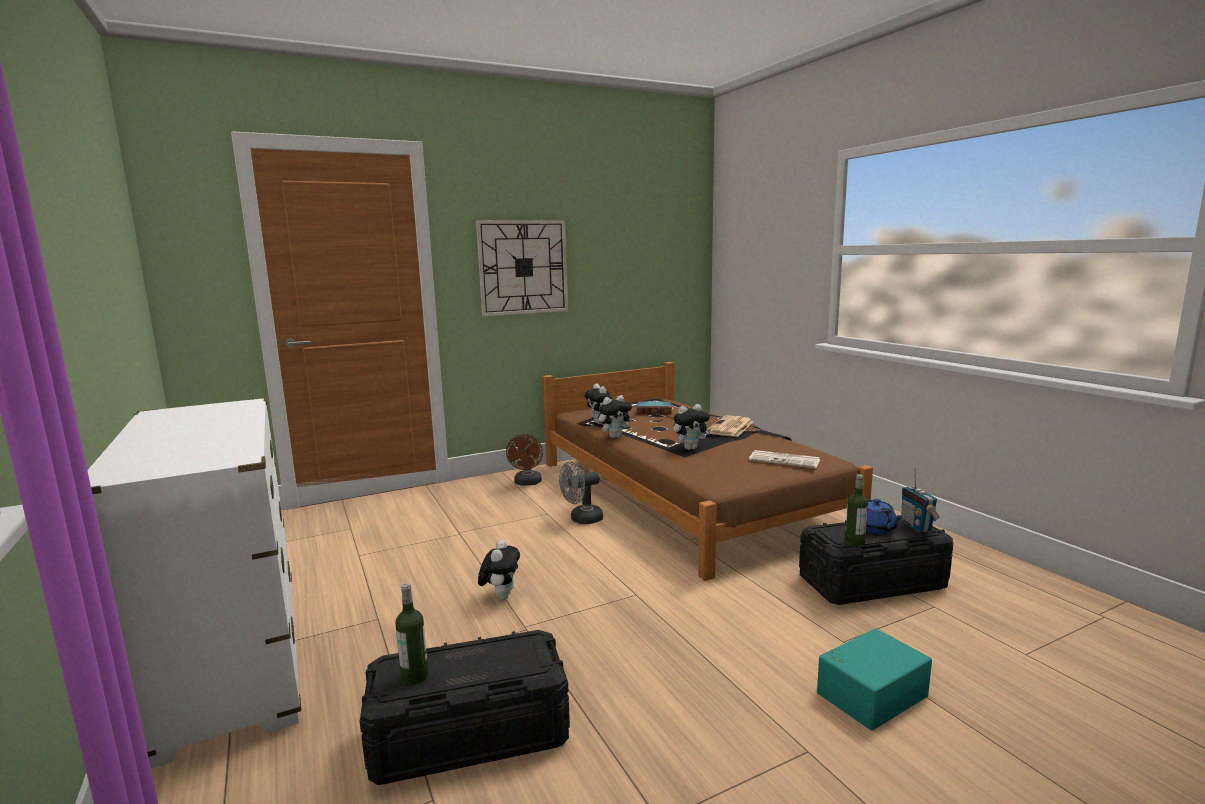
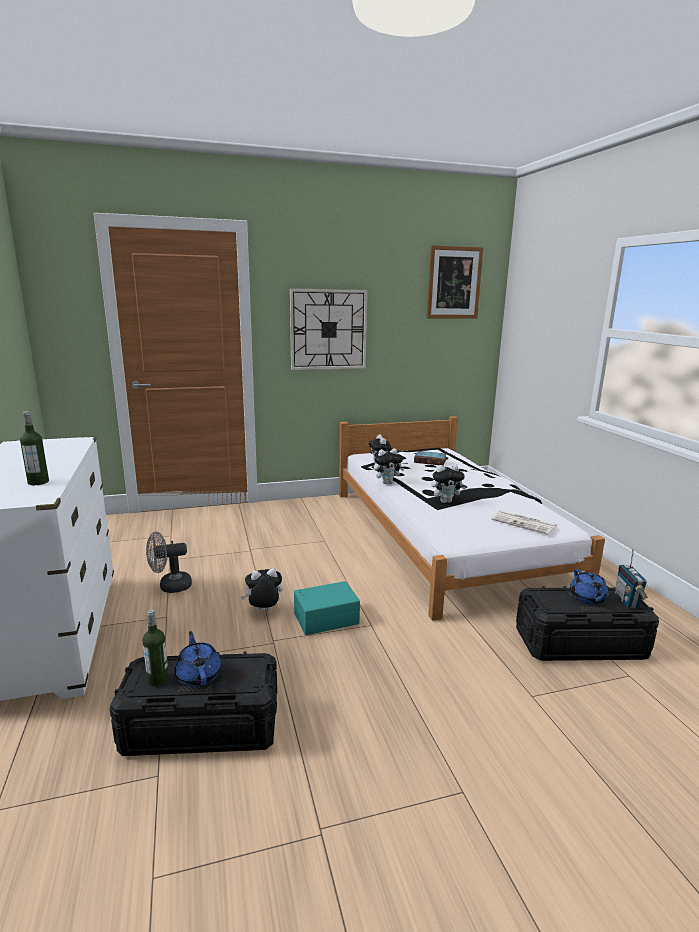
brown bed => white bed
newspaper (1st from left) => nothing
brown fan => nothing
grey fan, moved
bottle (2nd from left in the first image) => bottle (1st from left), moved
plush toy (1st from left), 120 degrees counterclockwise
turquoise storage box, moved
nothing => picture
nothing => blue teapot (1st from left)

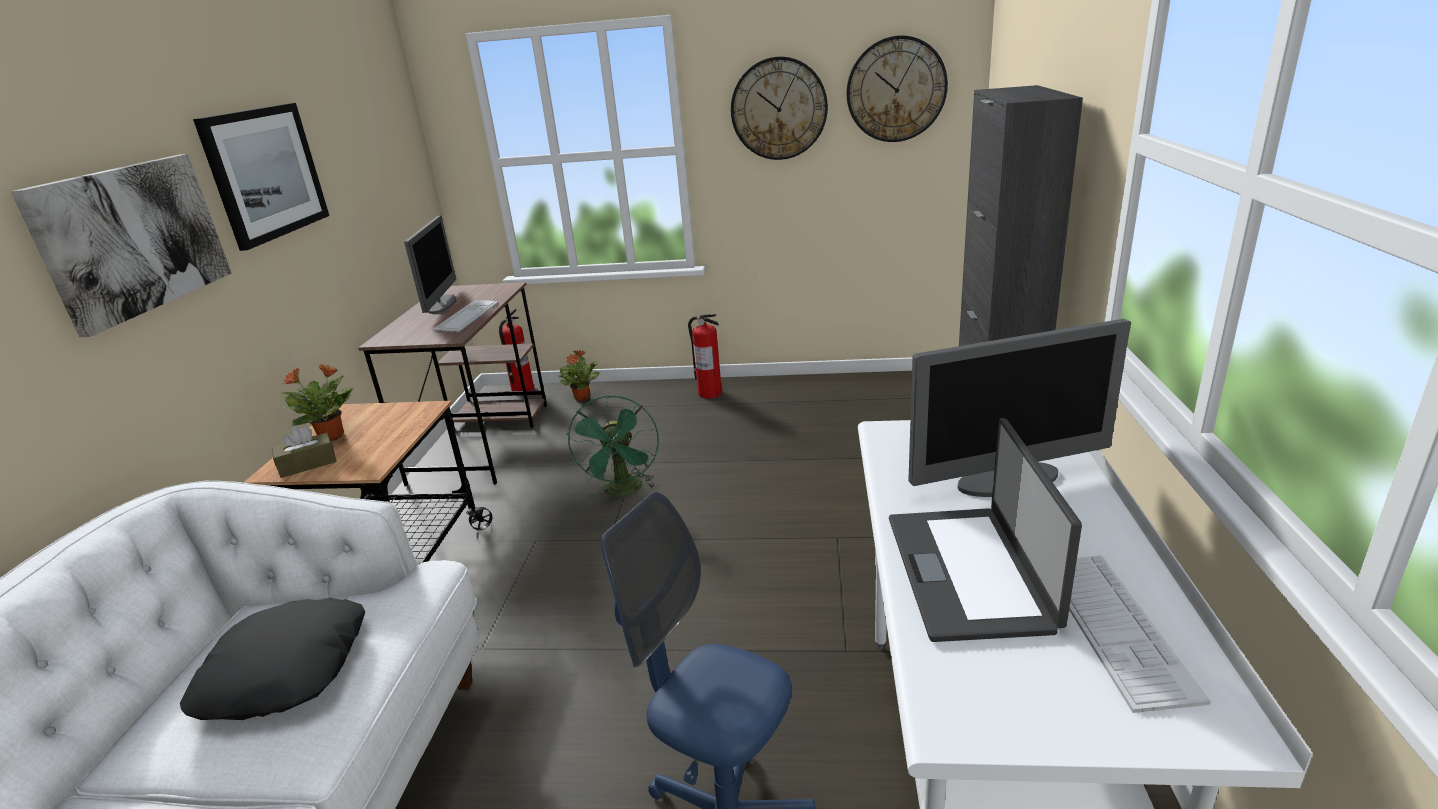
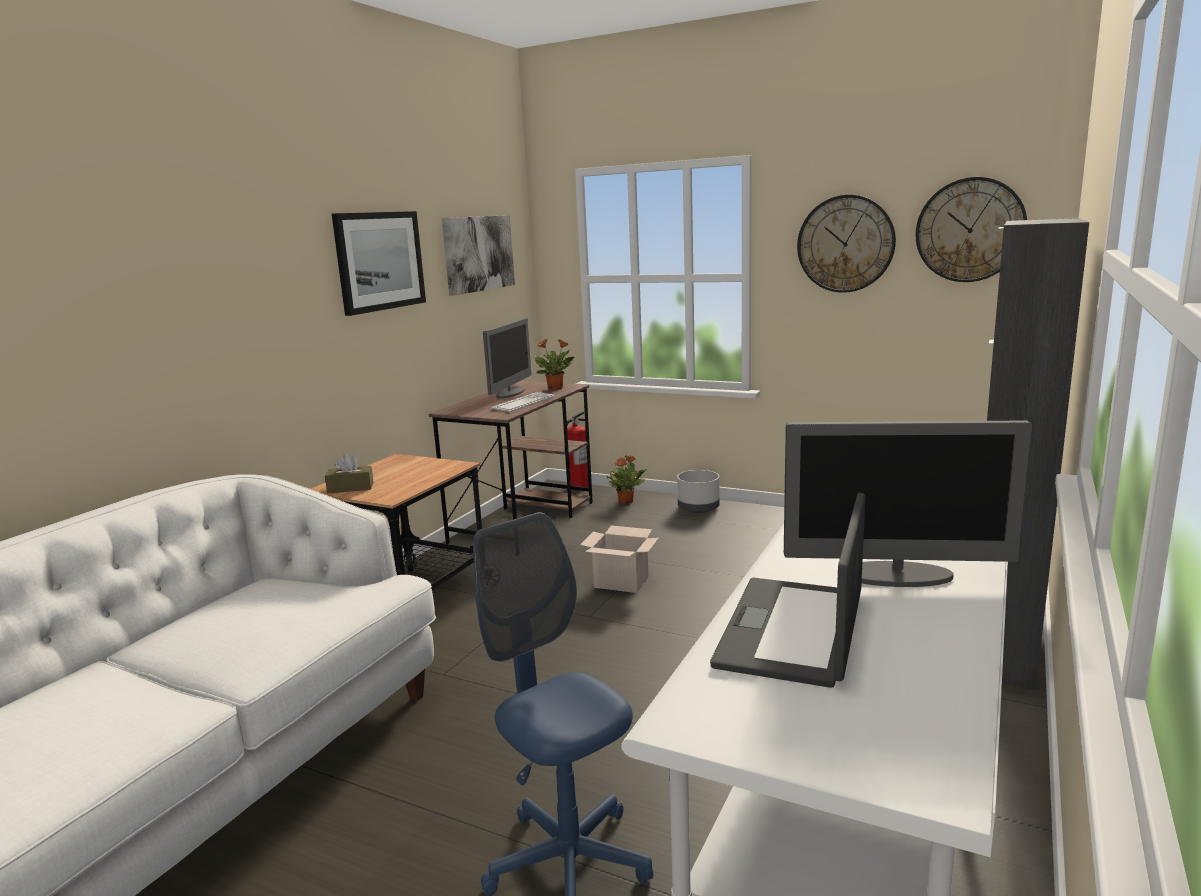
picture (1st from left in the first image) => picture (2nd from left), moved
fire extinguisher (2nd from left) => nothing
potted plant (1st from left), moved
green fan => cardboard box
keyboard (2nd from left) => nothing
black pillow => nothing
nothing => grey planter

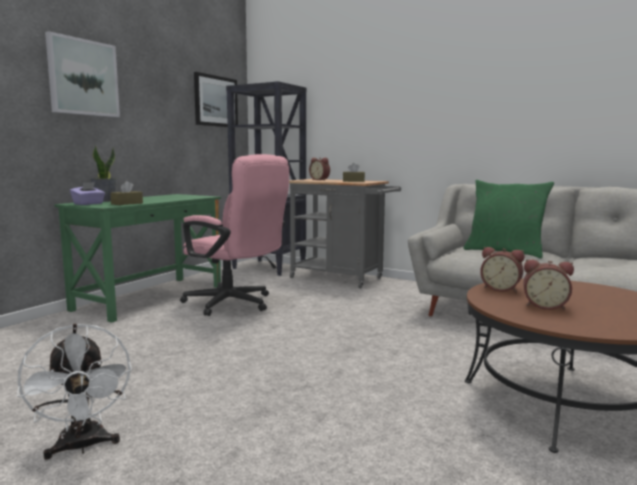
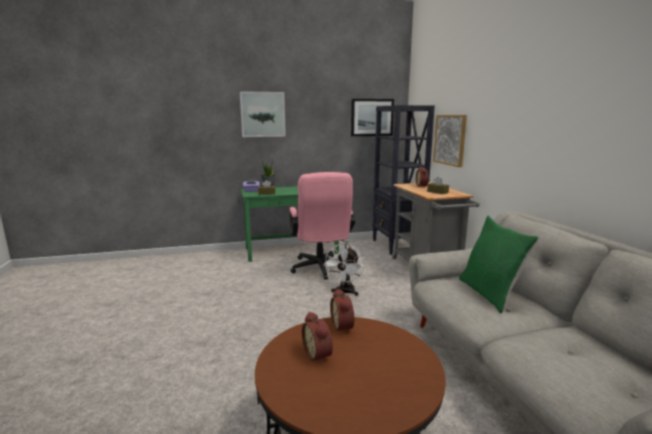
white fan, moved
nothing => picture (3rd from left)

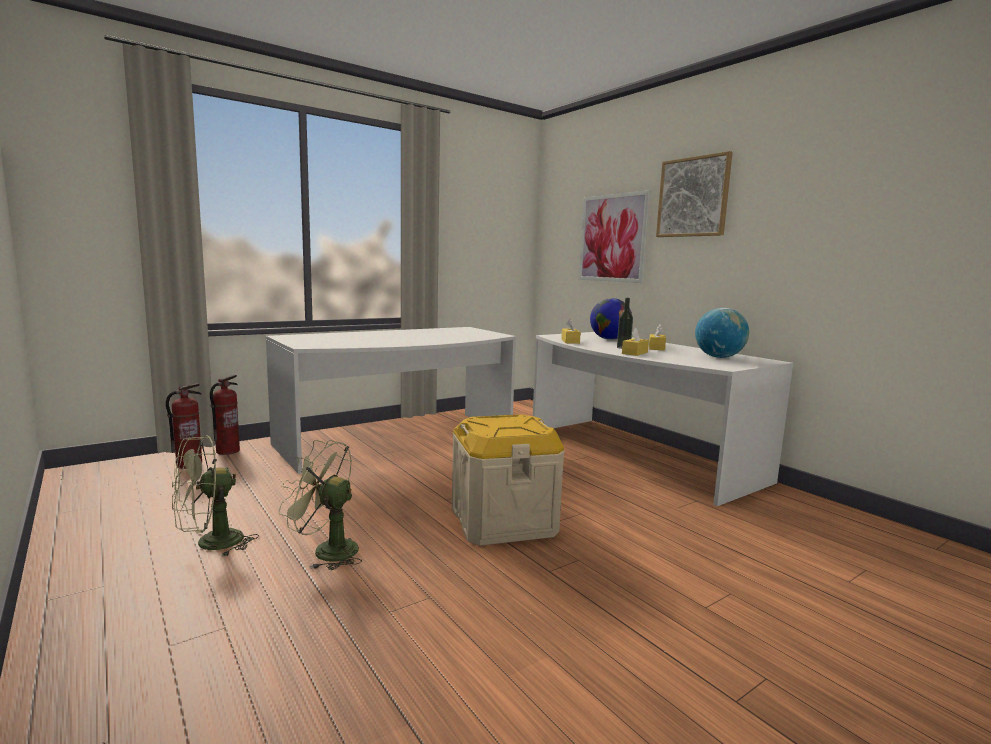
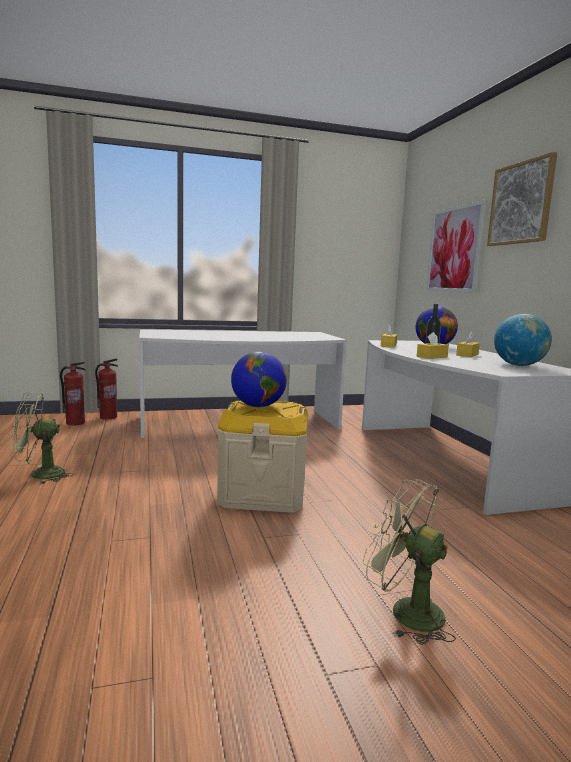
green fan (2nd from left), moved
nothing => globe (1st from left)

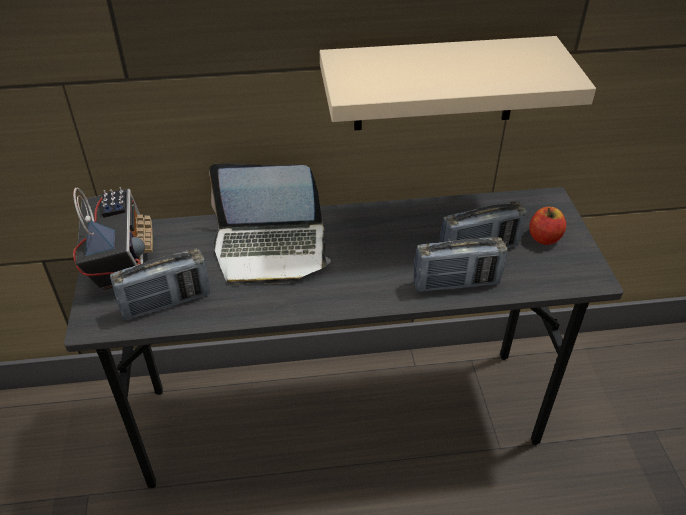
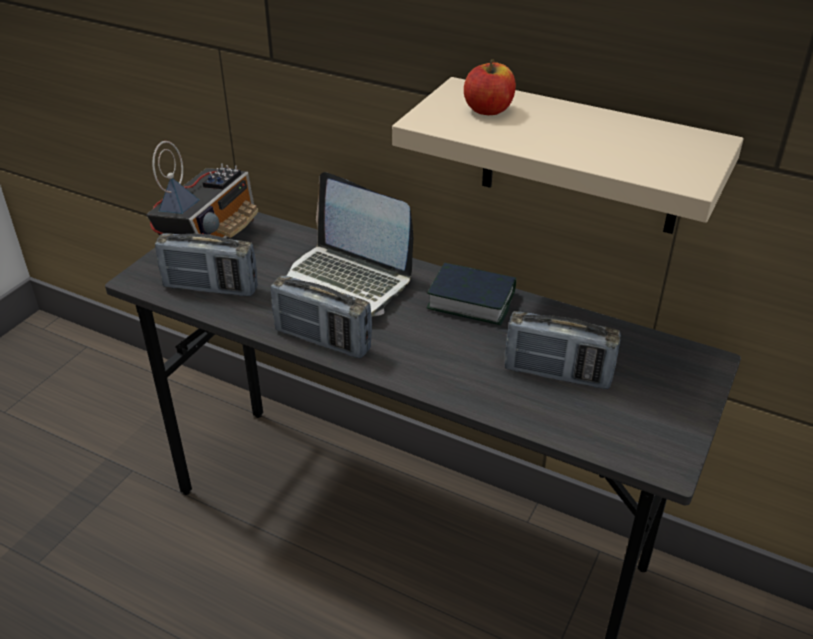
apple, moved
radio (3rd from left), moved
nothing => book

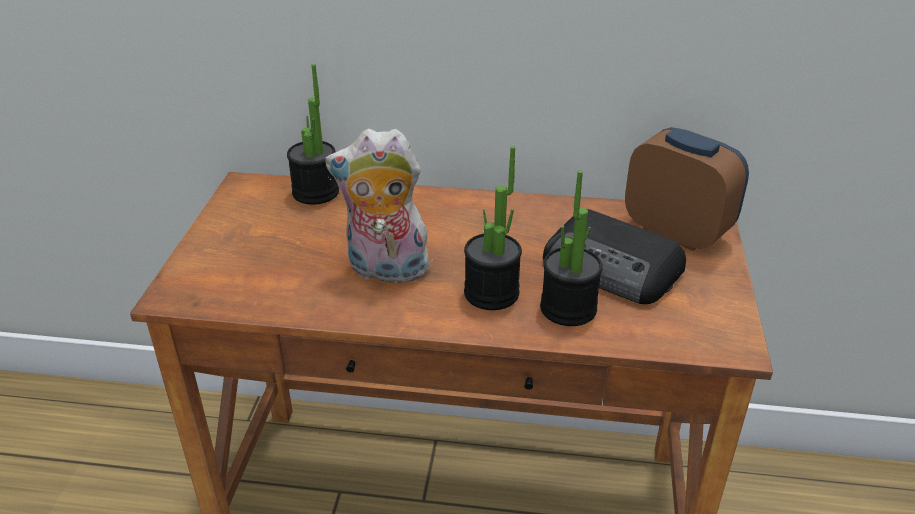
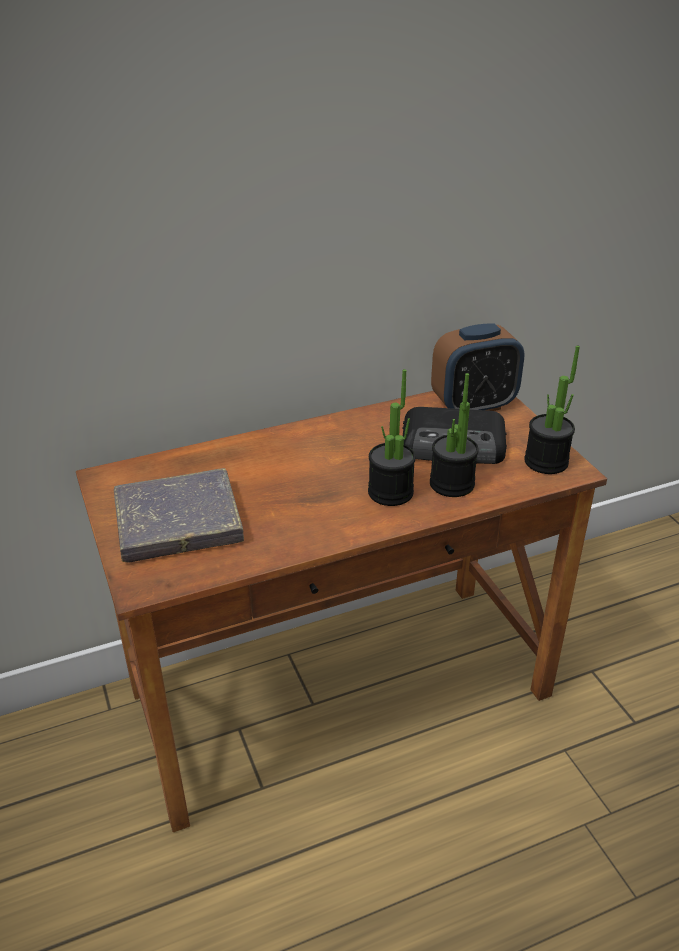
potted plant (1st from left in the first image) => potted plant (3rd from left), moved
alarm clock, 150 degrees clockwise
plush toy => nothing
nothing => grey book

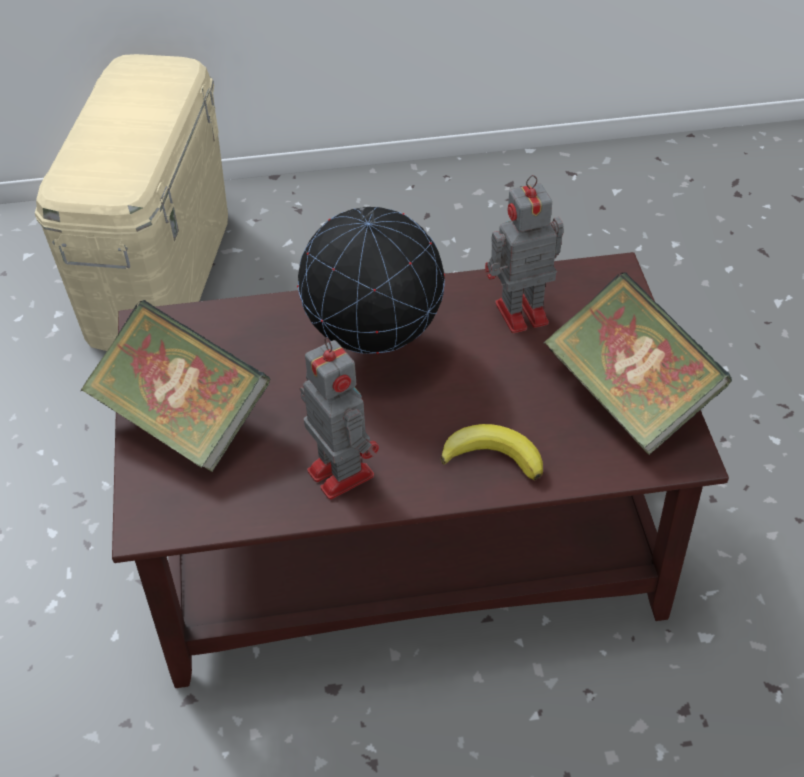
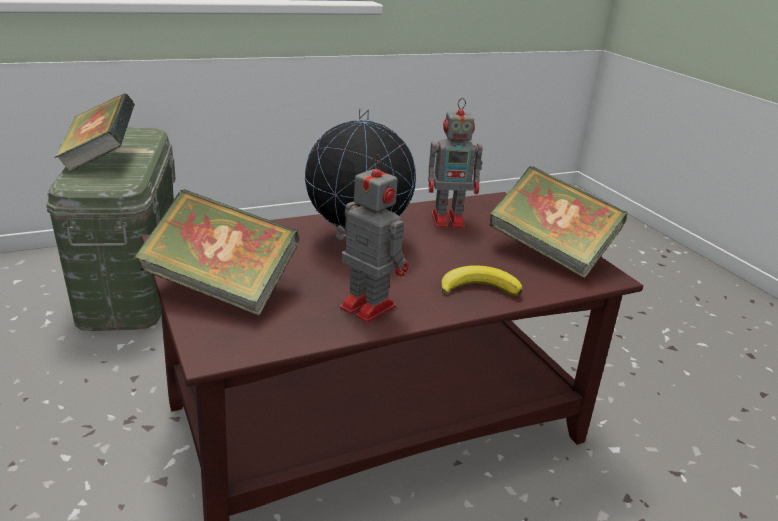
beige storage box => green storage box
toy robot (2nd from left), 150 degrees counterclockwise
nothing => book (1st from left)

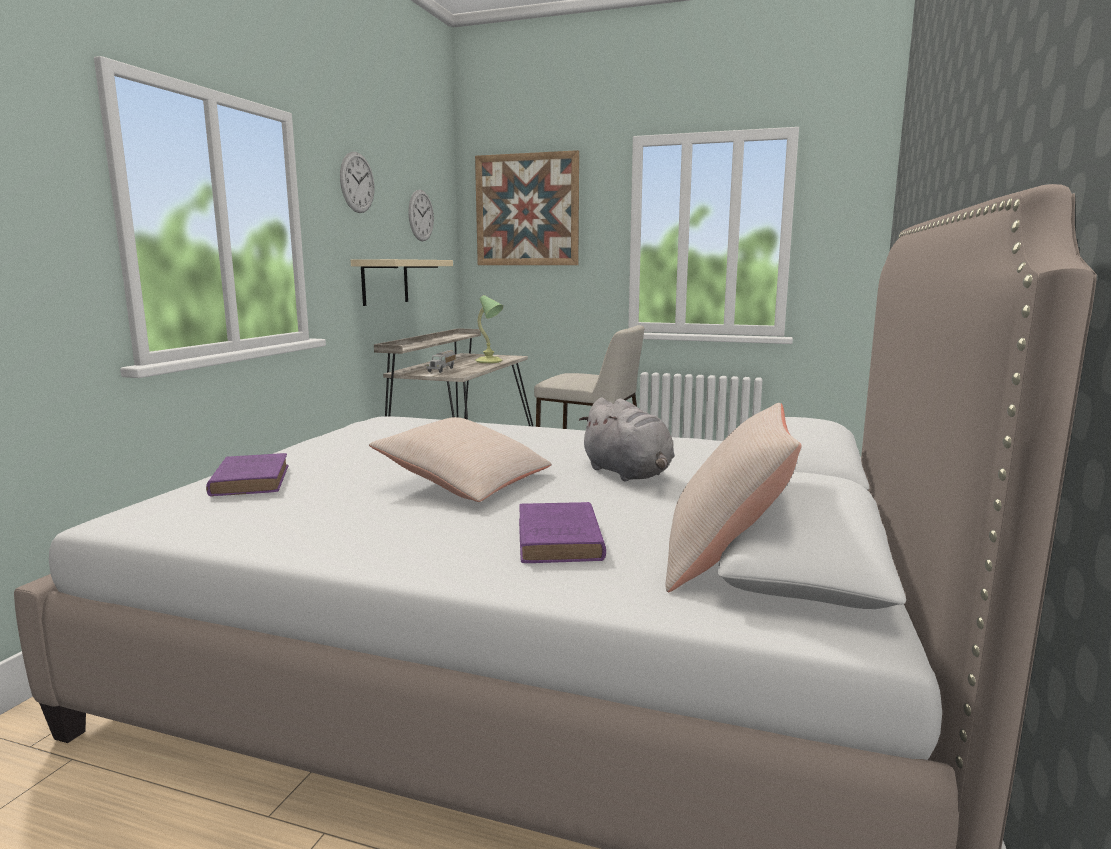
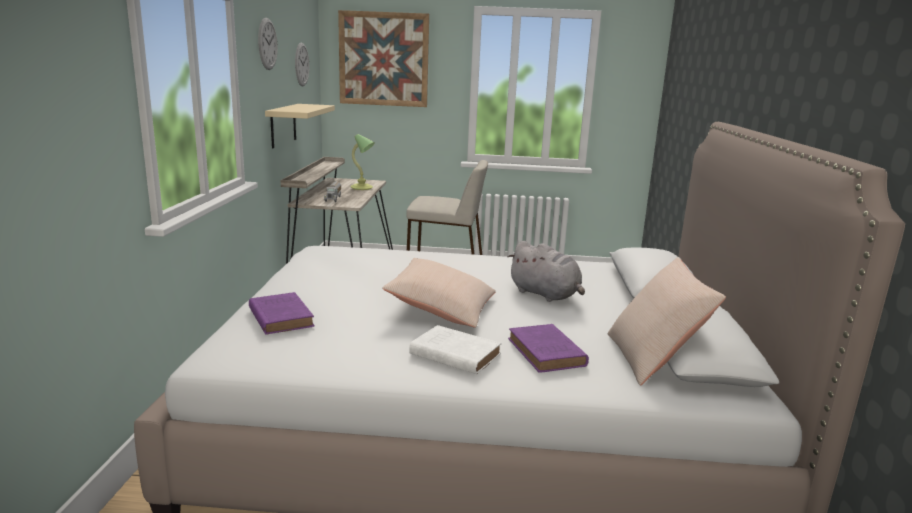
nothing => white book

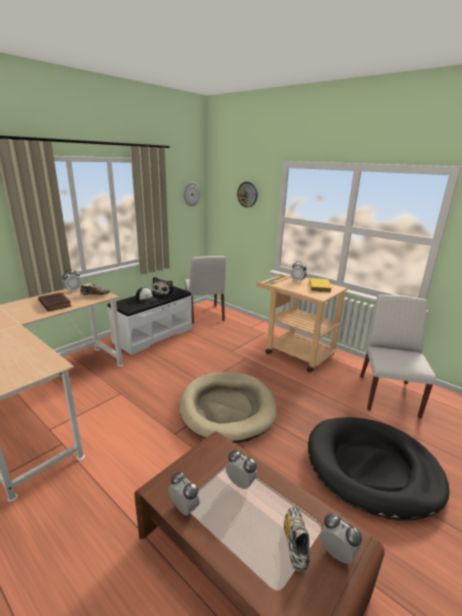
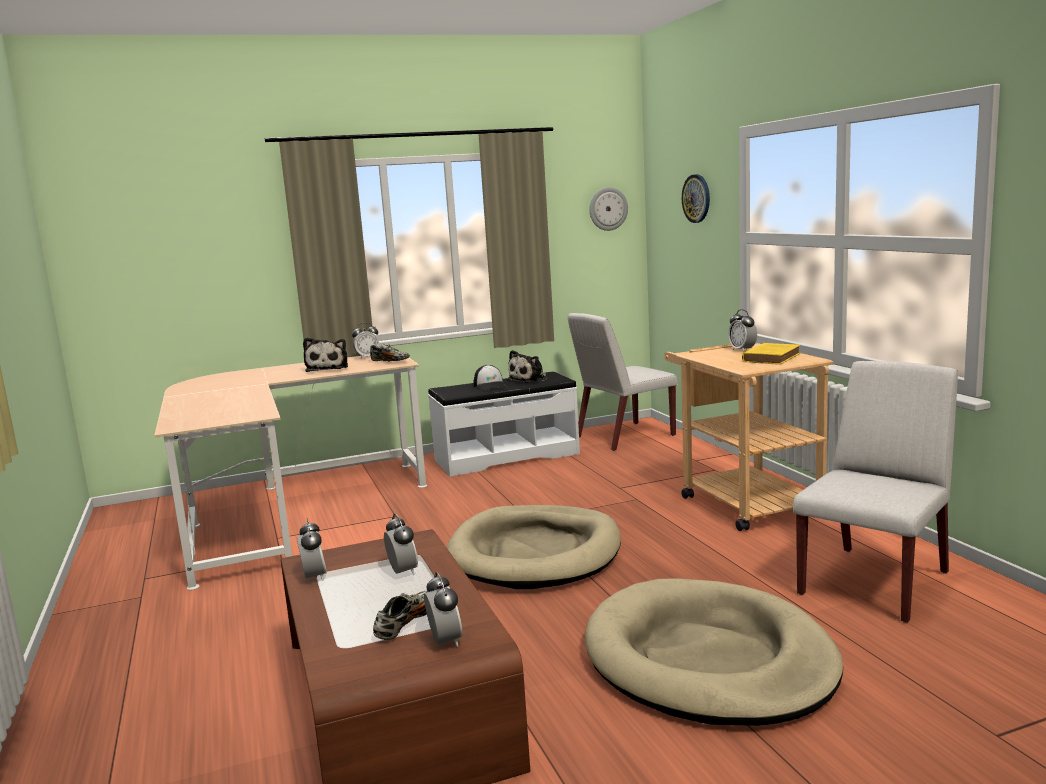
white chair (1st from left), 45 degrees clockwise
brown book => plush toy (1st from left)
black dog bed => beige dog bed (2nd from left)

